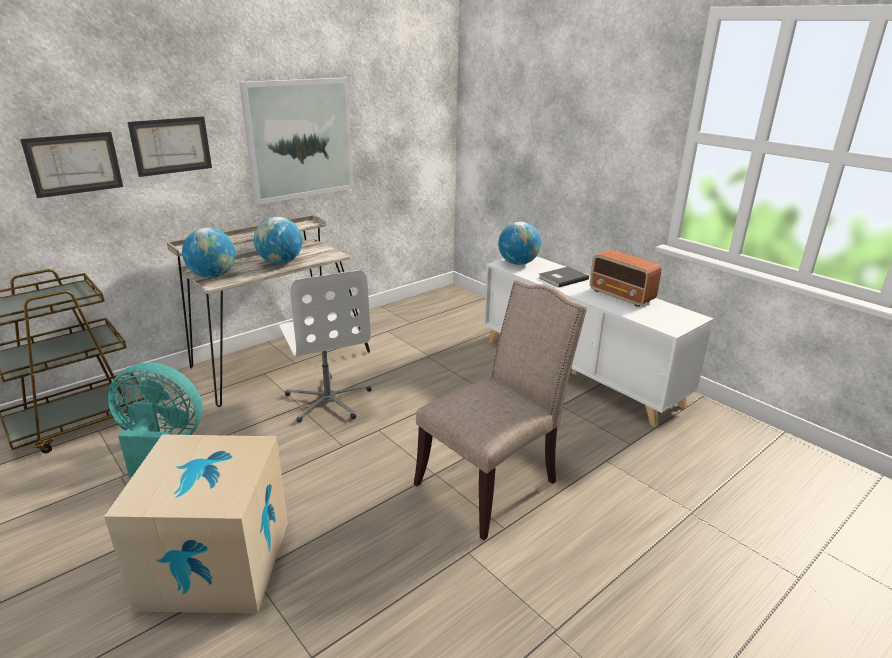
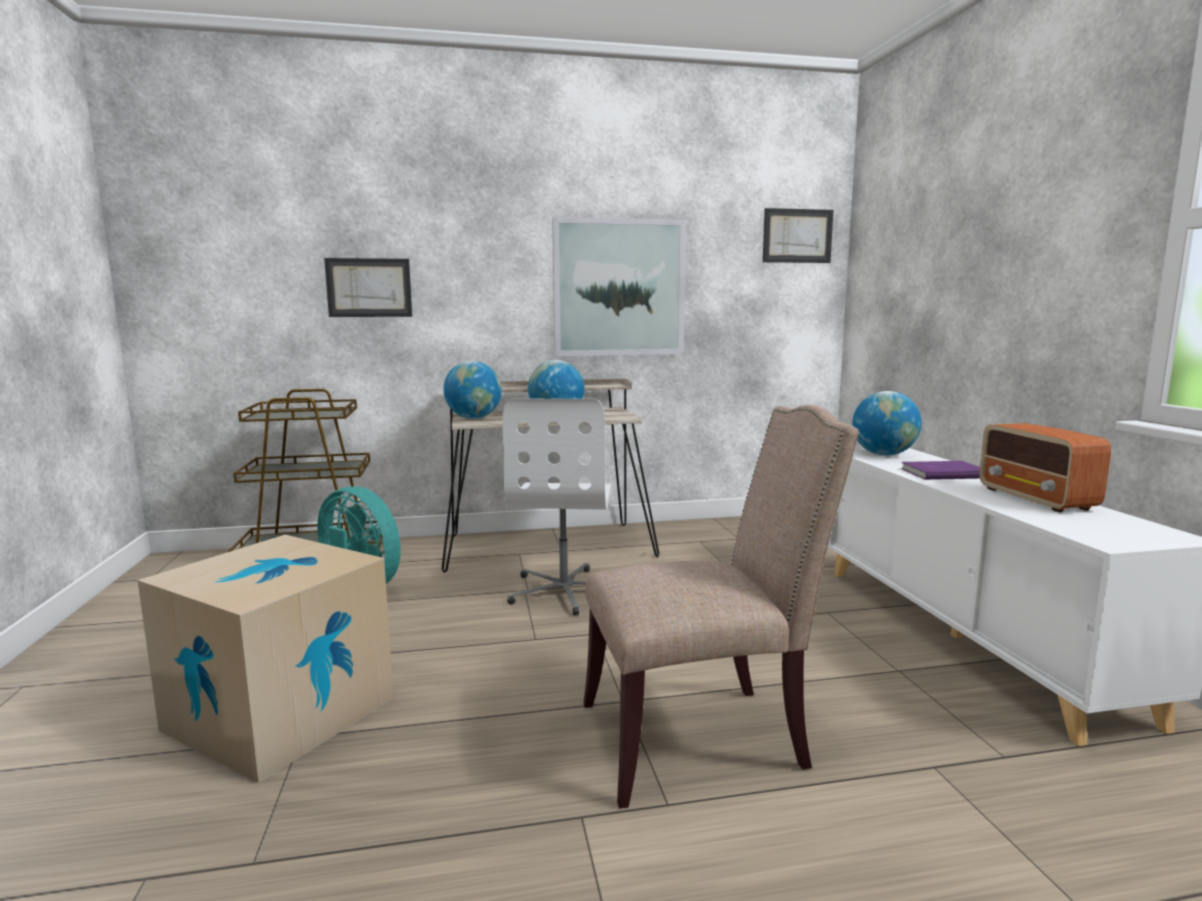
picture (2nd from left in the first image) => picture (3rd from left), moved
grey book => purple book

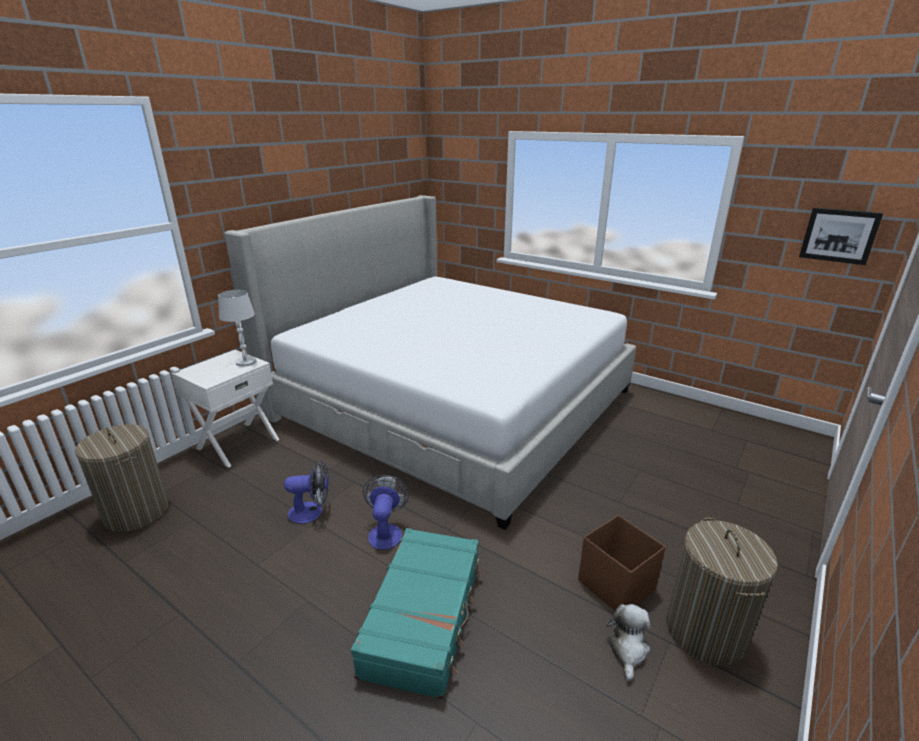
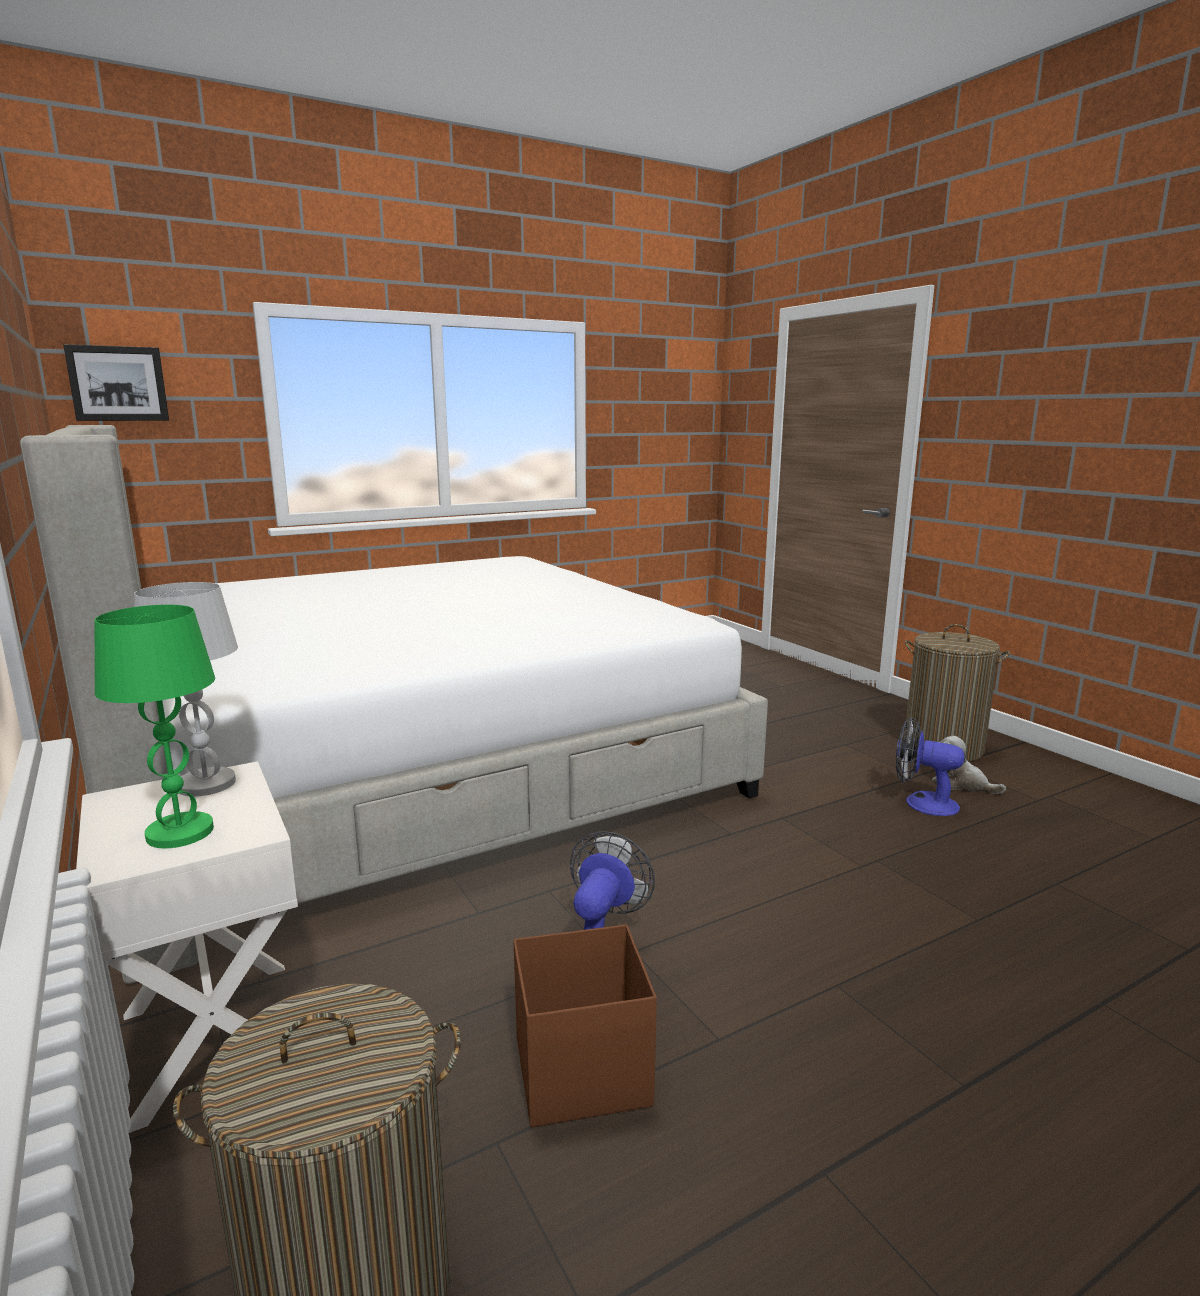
picture, moved
fan (2nd from left), moved
brown storage box, moved
turquoise suitcase => nothing
nothing => green table lamp

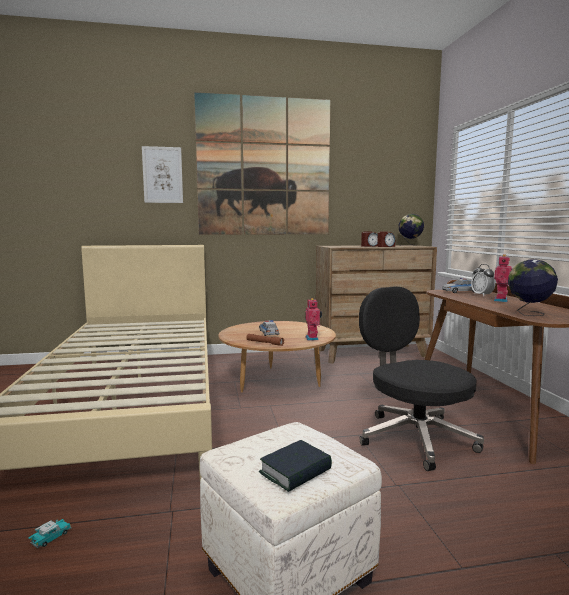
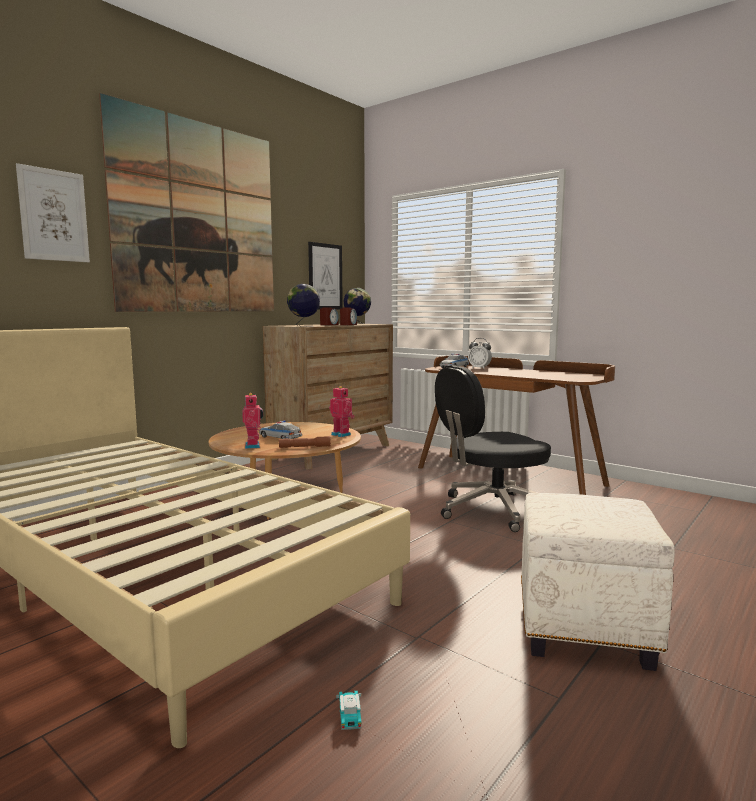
toy robot (2nd from left in the first image) => toy robot (1st from left), moved
globe (2nd from left in the first image) => globe (1st from left), moved
black office chair, 45 degrees counterclockwise
book => nothing
nothing => picture (3rd from left)

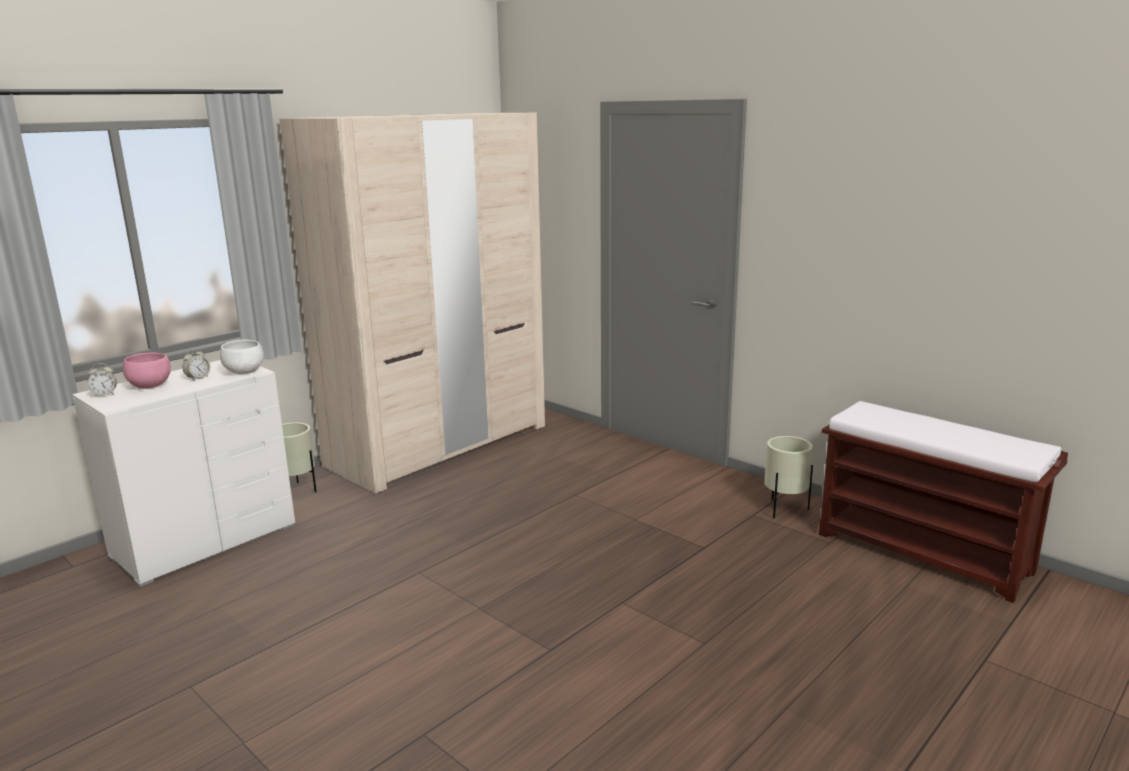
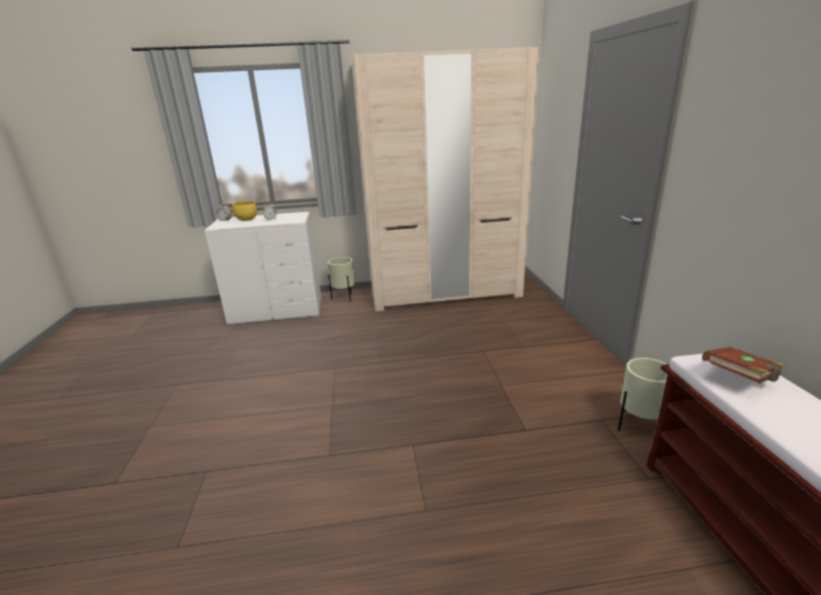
white bowl => nothing
pink bowl => yellow bowl
nothing => brown book

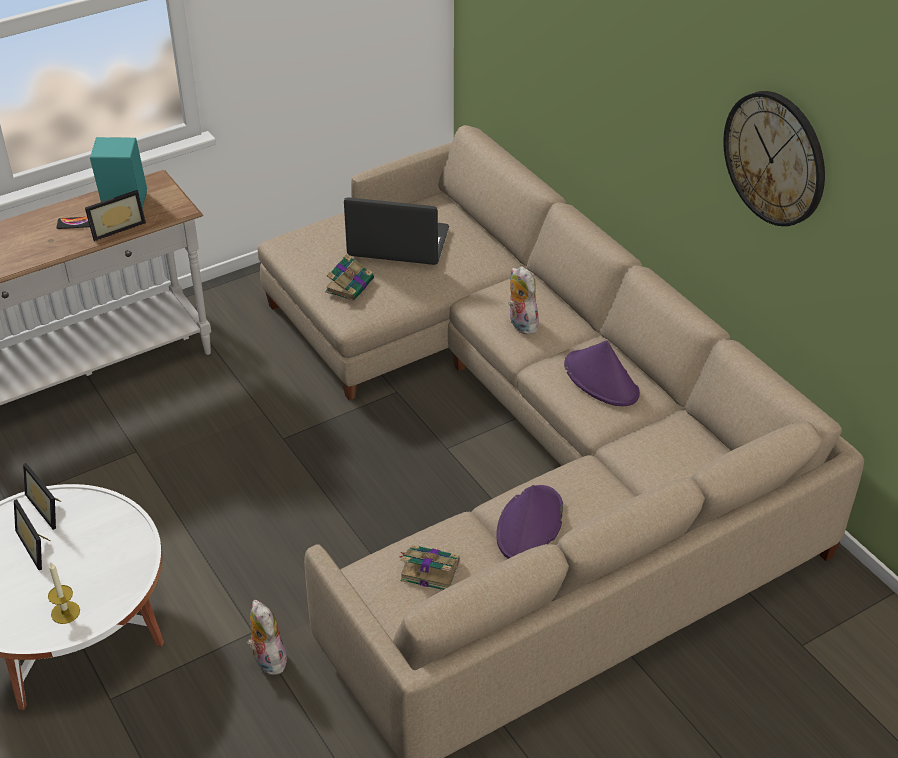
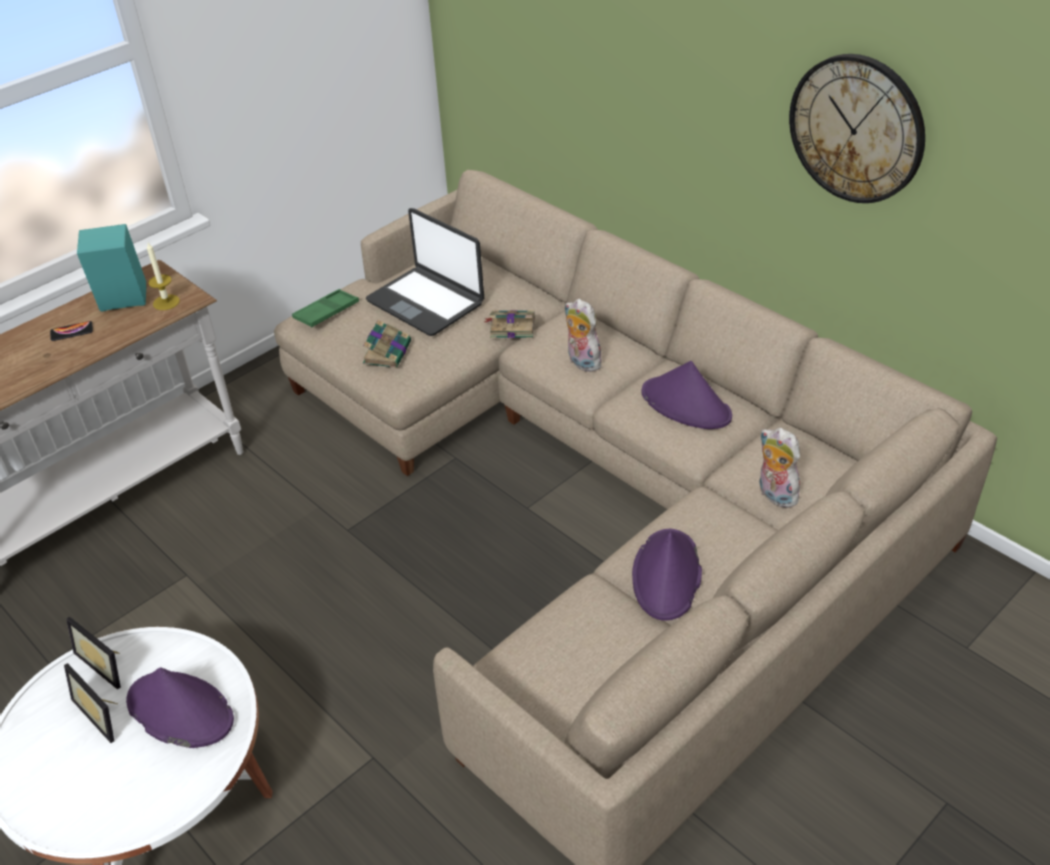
picture frame (3rd from left) => nothing
laptop, 135 degrees counterclockwise
book (2nd from left), moved
candle, moved
plush toy (1st from left in the first image) => plush toy (2nd from left), moved
nothing => green tray
nothing => purple hat (1st from left)

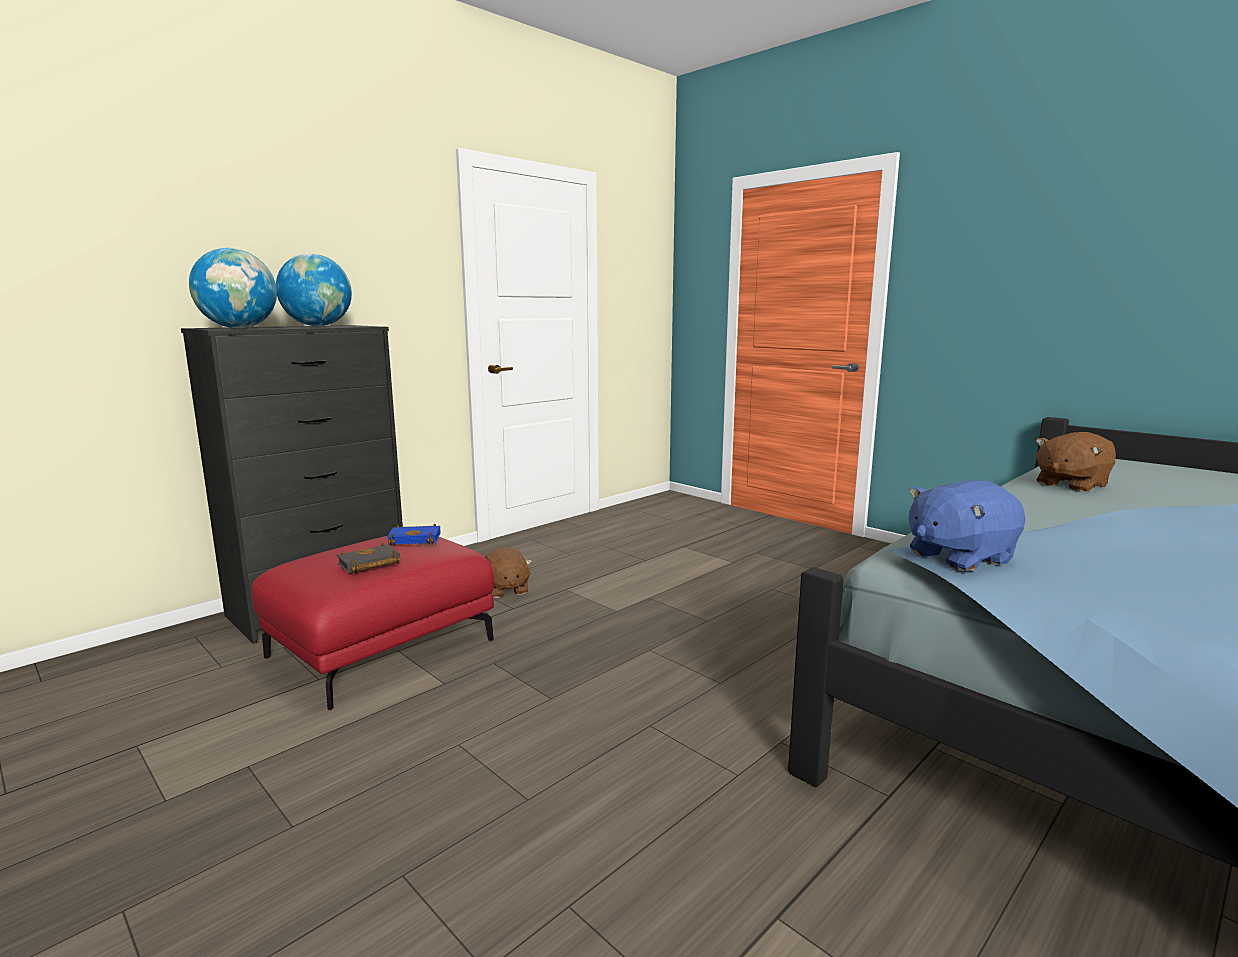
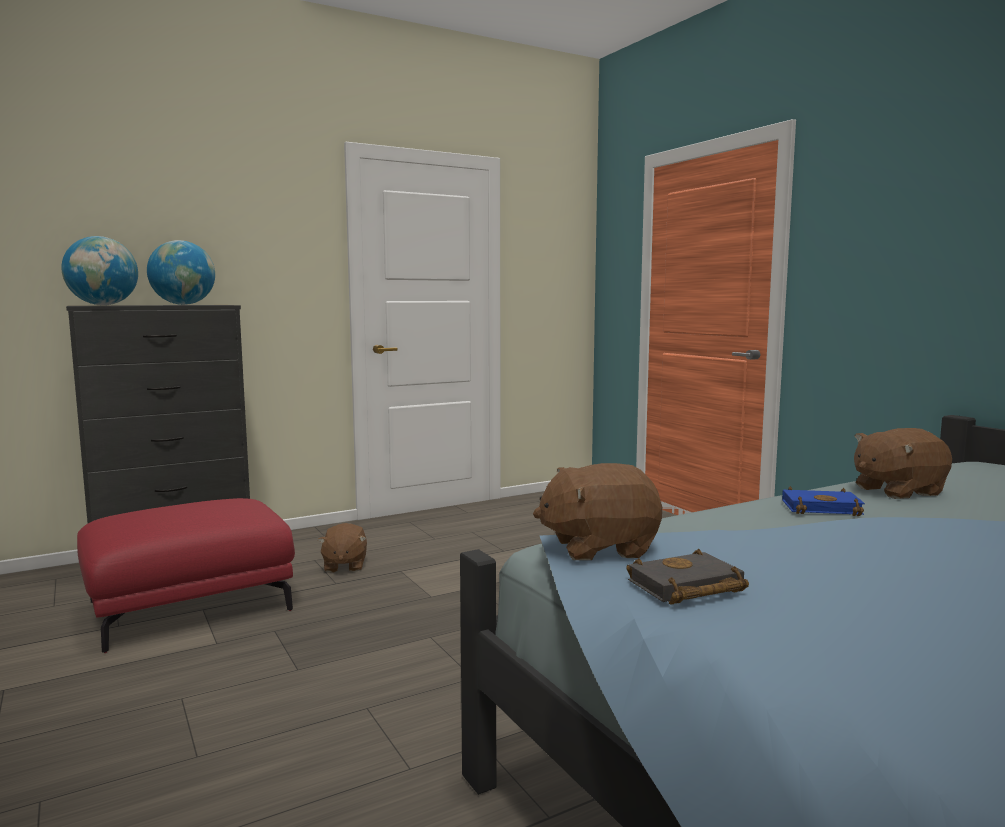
blue plush toy => brown plush toy (2nd from left)
blue book, moved
black book, moved

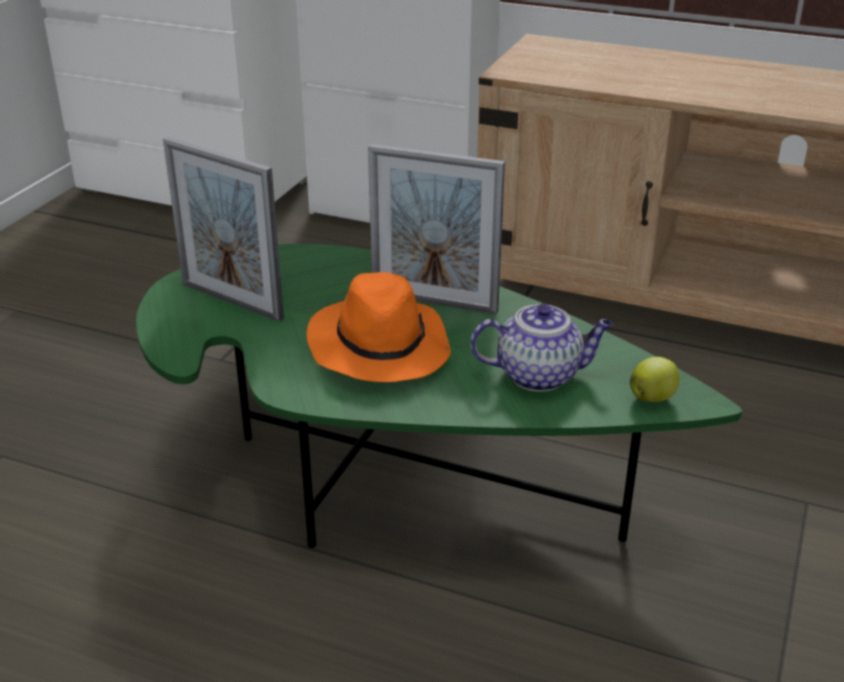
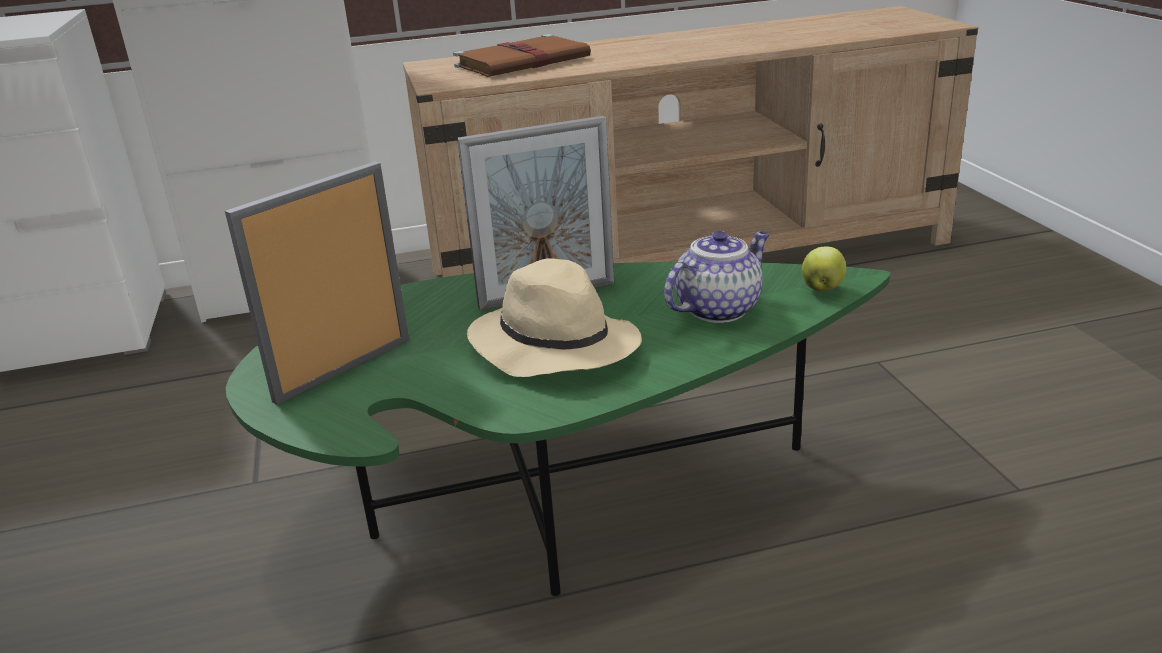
picture frame (1st from left), 135 degrees clockwise
orange hat => beige hat
nothing => brown book

